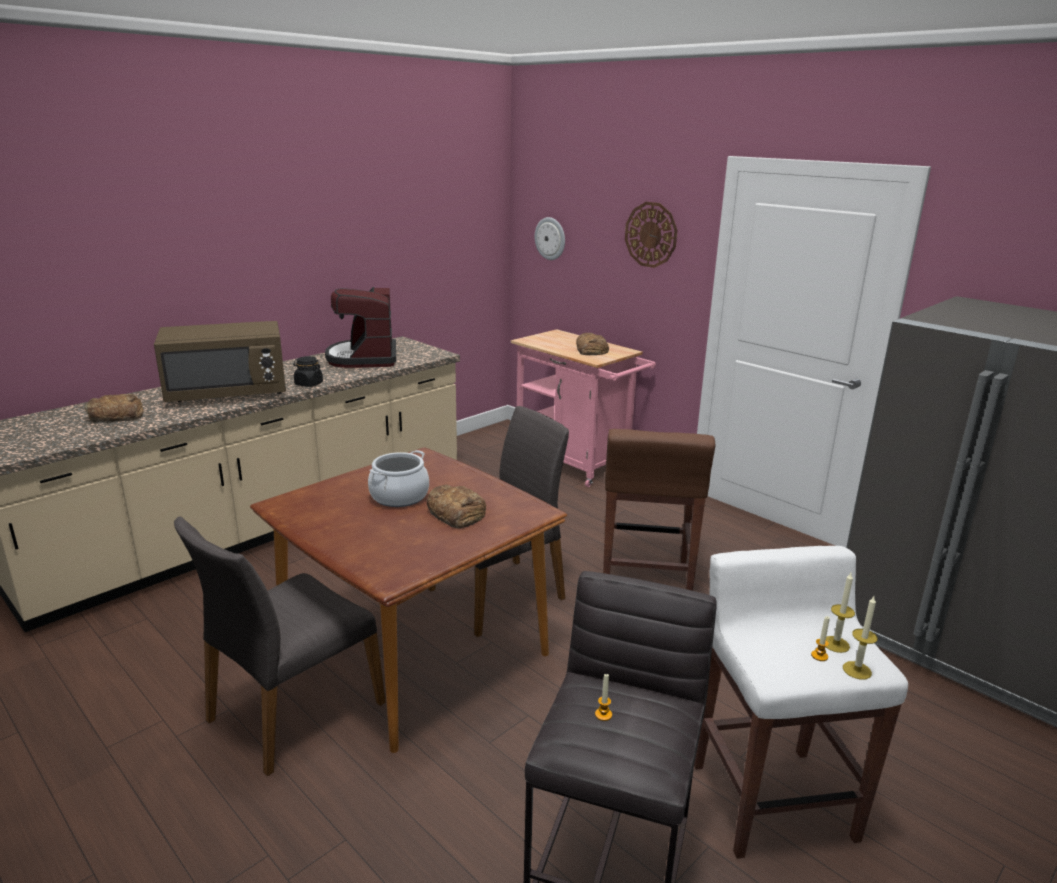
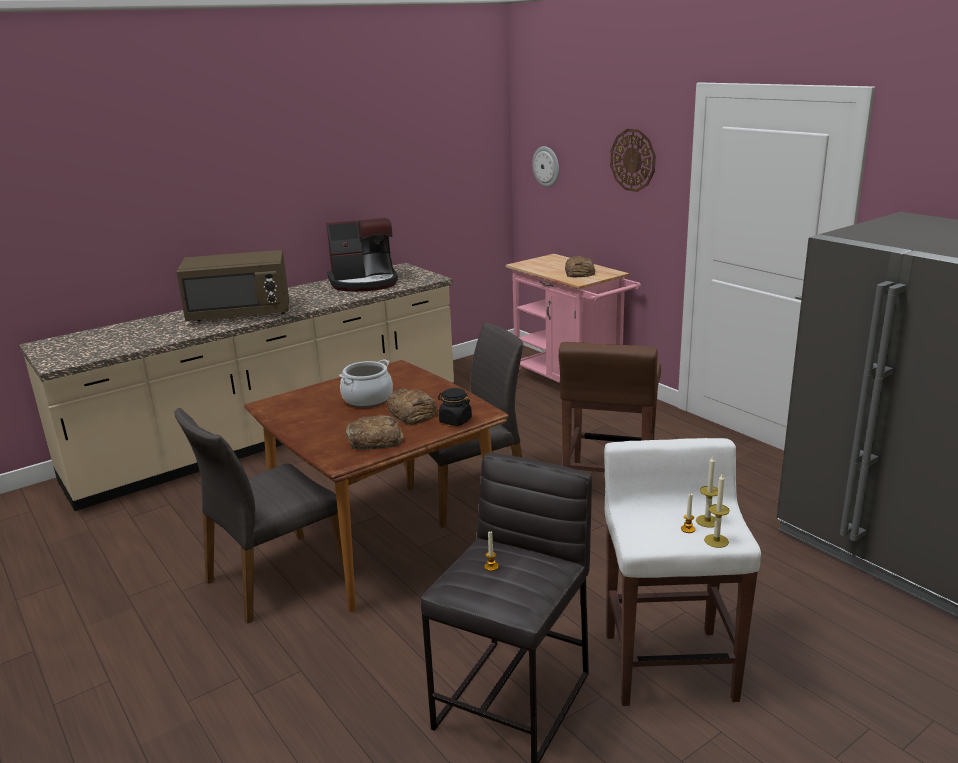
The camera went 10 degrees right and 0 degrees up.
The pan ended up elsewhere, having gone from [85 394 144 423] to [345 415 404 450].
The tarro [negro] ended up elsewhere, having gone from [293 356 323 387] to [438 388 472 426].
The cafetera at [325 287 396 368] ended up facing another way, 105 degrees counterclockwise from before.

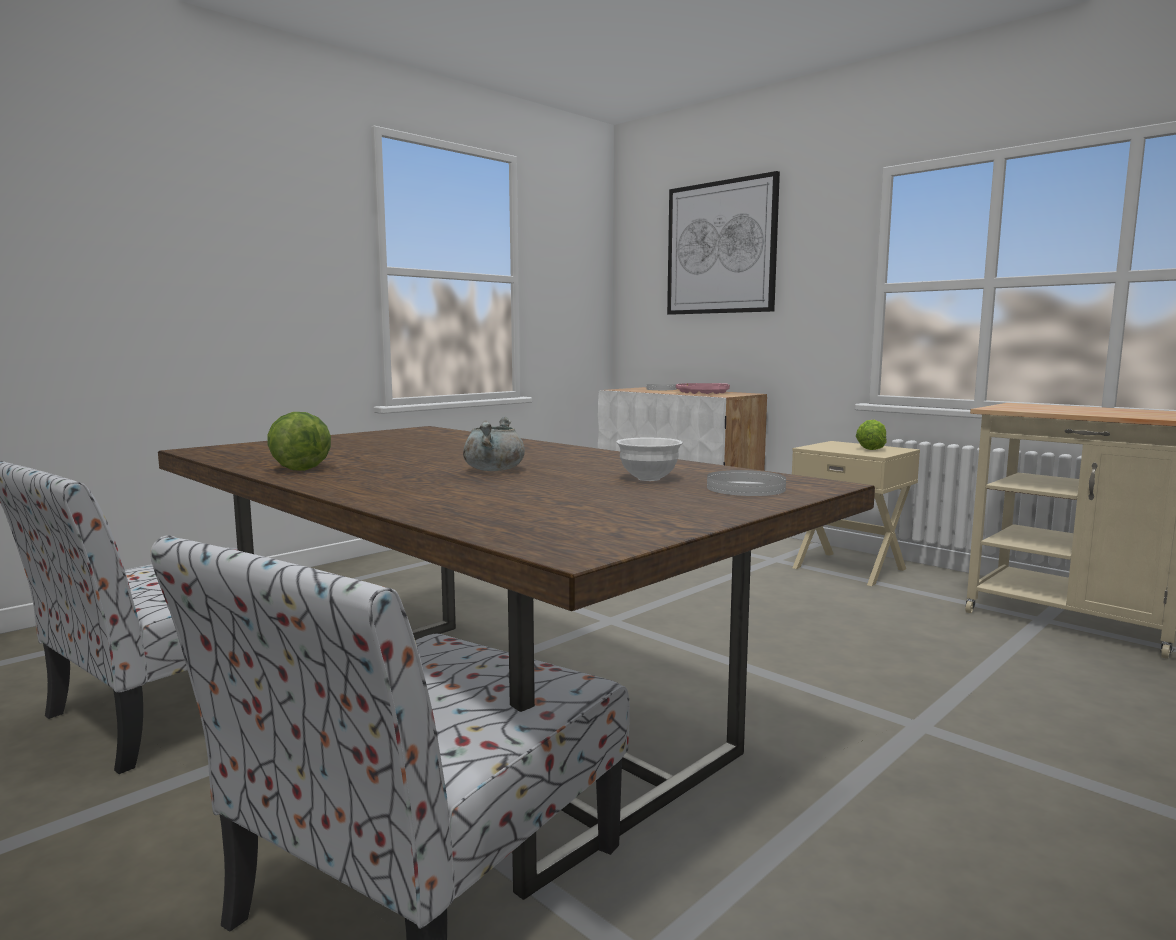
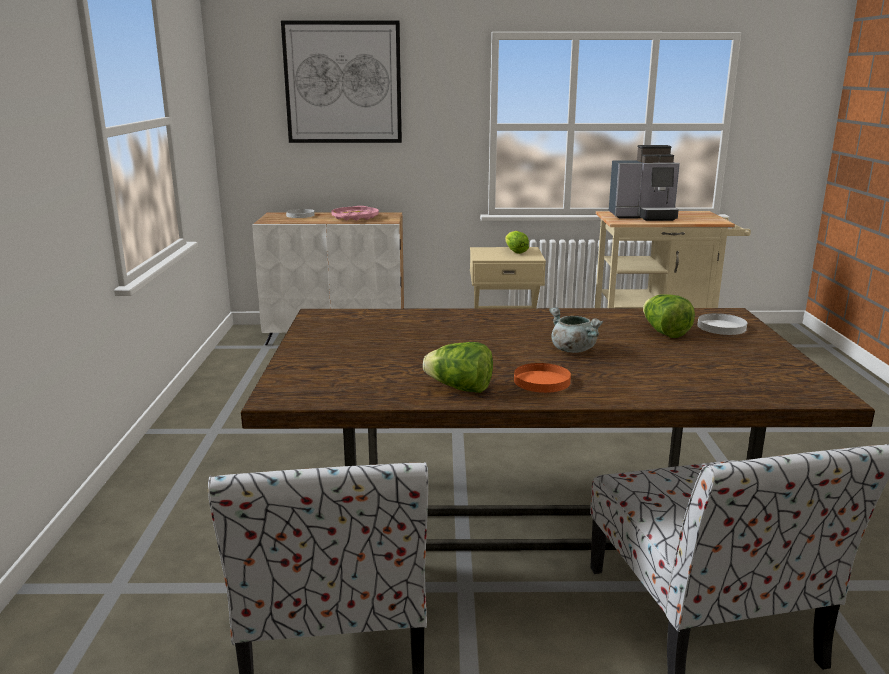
The camera went 45 degrees left and 10 degrees up.
The second view gained the plato [naranja] at [514 363 571 393].
The second view gained the cafetera at [609 145 680 221].
Where the cuenco [blanco] stood at [616 437 683 481], the lechuga came to stand at [643 294 695 338].

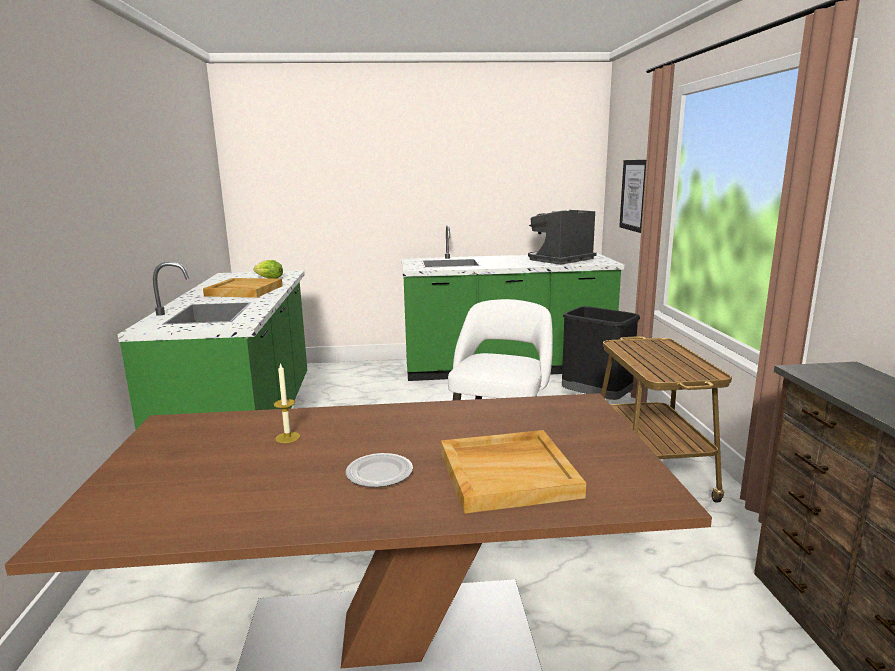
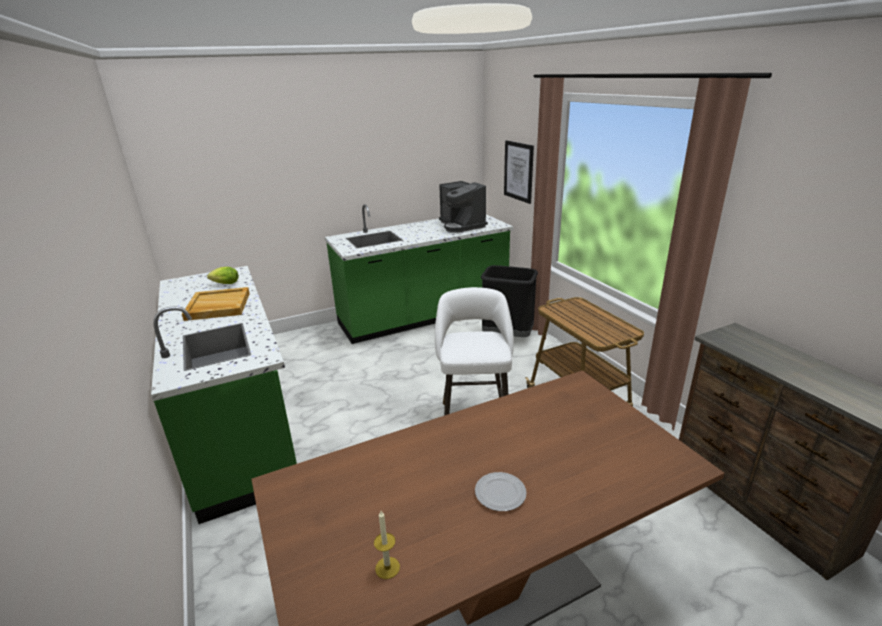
The camera went 20 degrees left and 10 degrees up.
The second view lost the bandeja [beis] at [441 430 586 514].
The vela ended up elsewhere, having gone from [274 363 300 443] to [374 511 400 579].
The cafetera at [528 210 597 265] ended up facing another way, 60 degrees counterclockwise from before.

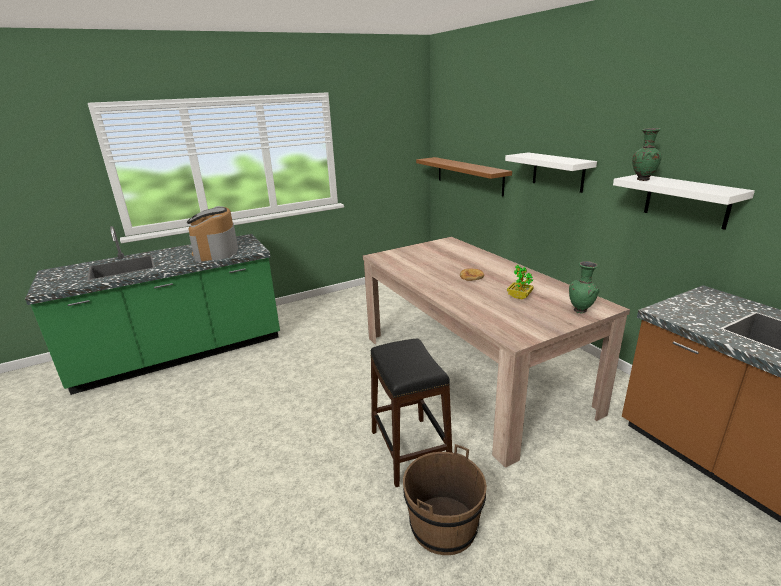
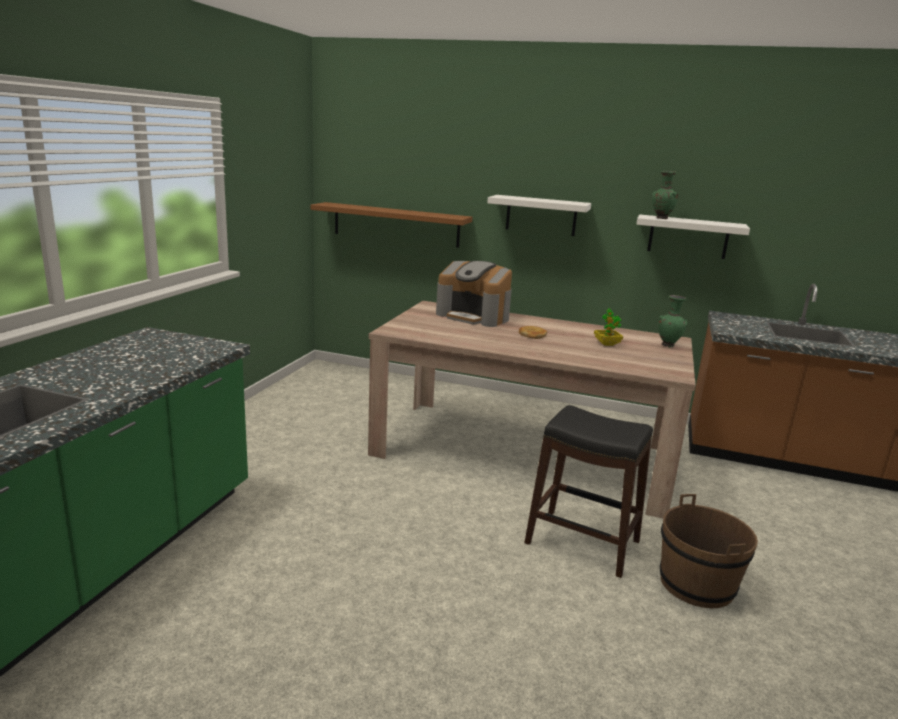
The camera went 45 degrees left and 5 degrees down.
The cafetera ended up elsewhere, having gone from [187 206 238 262] to [436 261 512 327].

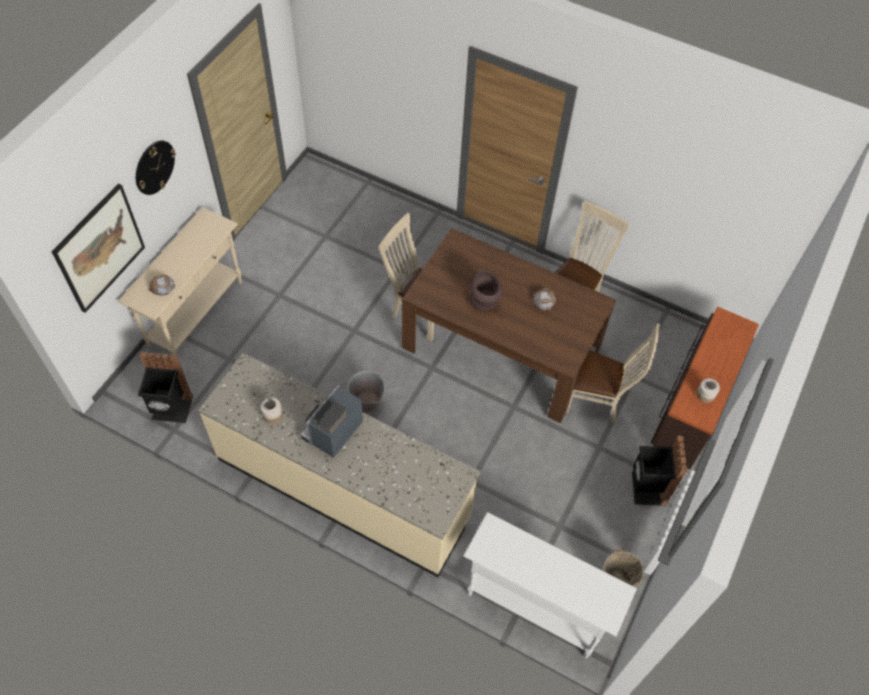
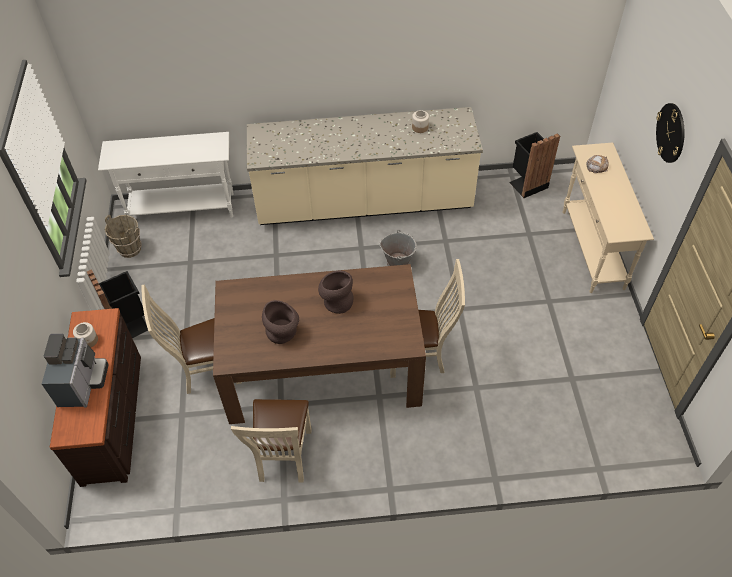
The camera went 150 degrees right and 5 degrees down.
The second view lost the cuadro at [51 184 145 313].
The cafetera ended up elsewhere, having gone from [301 385 363 458] to [42 334 108 407].
Where the pan stood at [533 288 556 311], the florero [marrón] came to stand at [262 300 299 344].

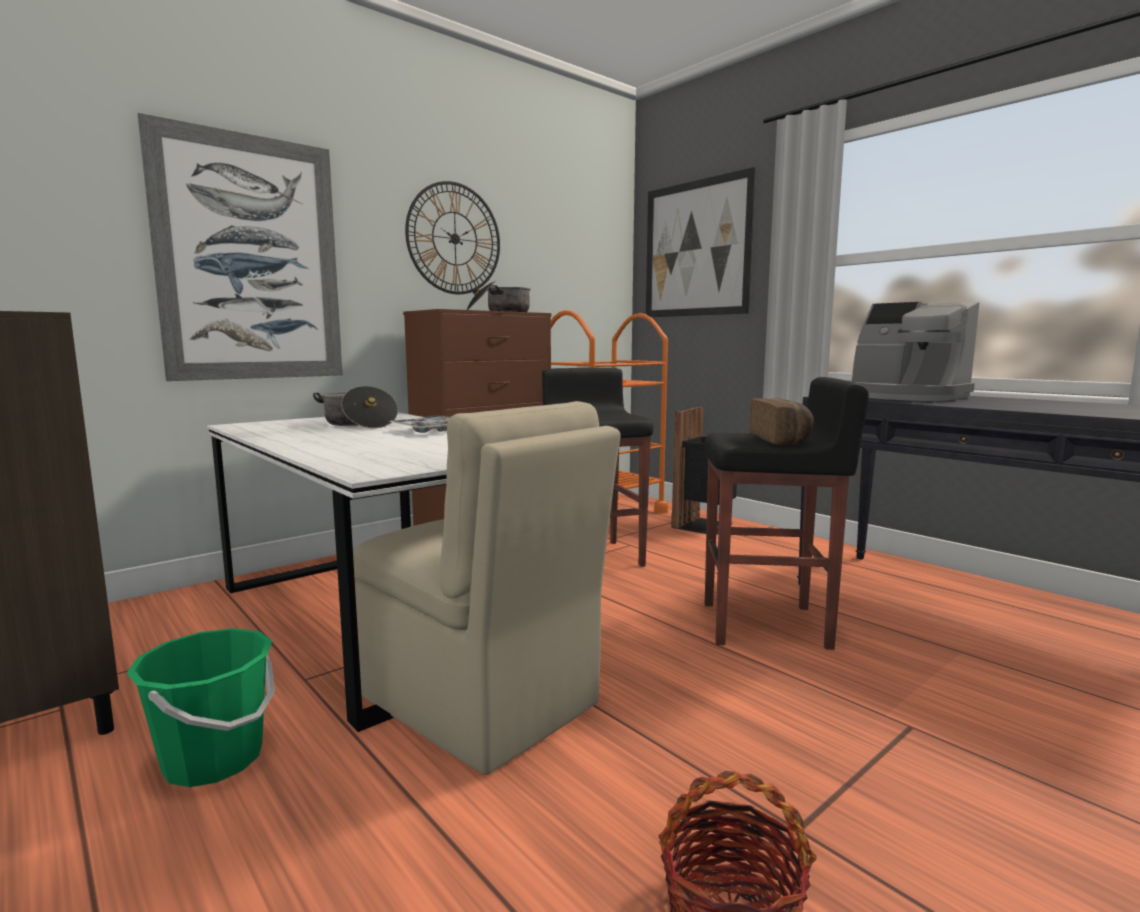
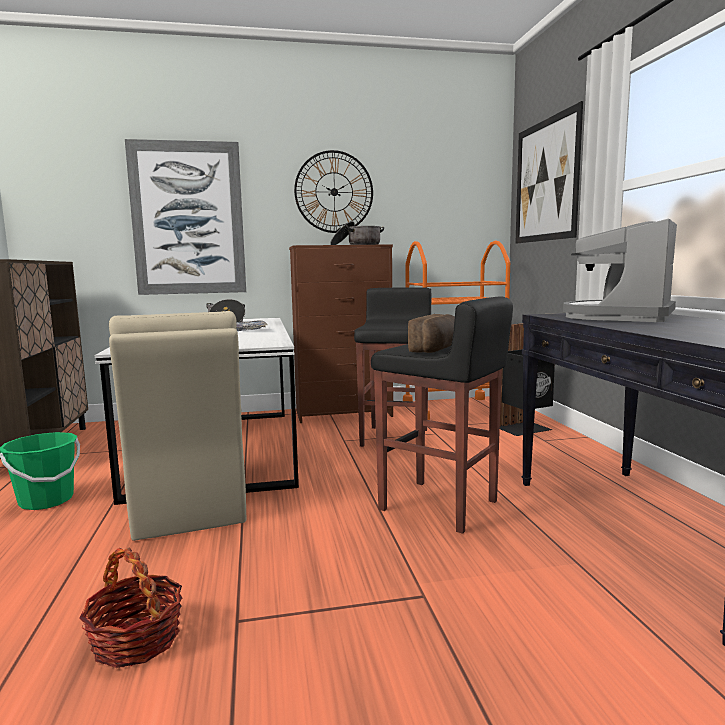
The camera went 30 degrees right and 0 degrees up.
The cafetera at [848 302 979 401] ended up facing another way, 45 degrees clockwise from before.

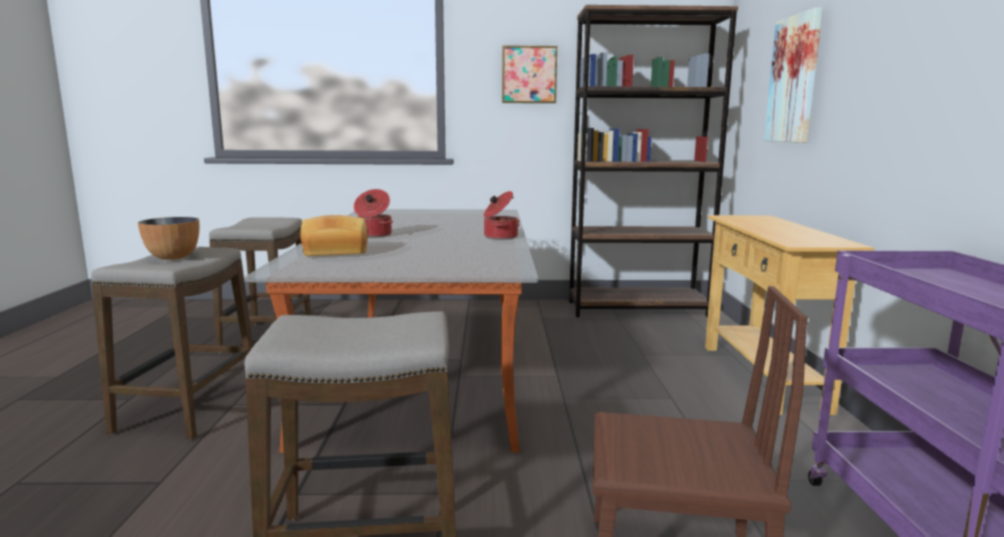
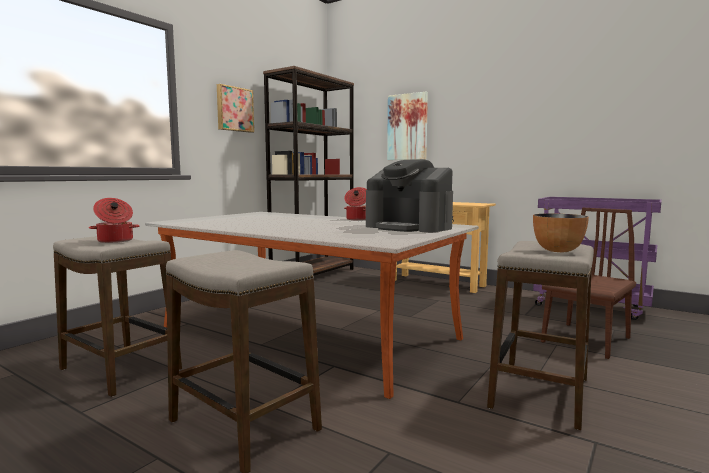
The camera went 55 degrees left and 5 degrees down.
The second view lost the pan at [300 215 368 256].
The second view gained the cafetera at [366 159 453 233].
The cuenco ended up elsewhere, having gone from [138 217 199 260] to [533 214 589 252].
The olla ended up elsewhere, having gone from [354 189 393 238] to [89 198 139 243].

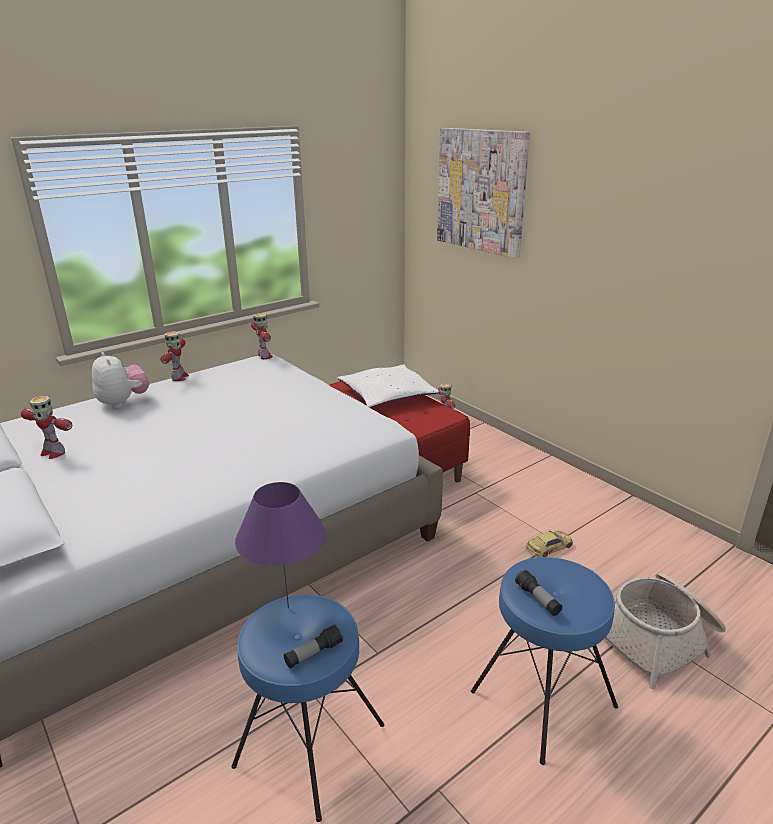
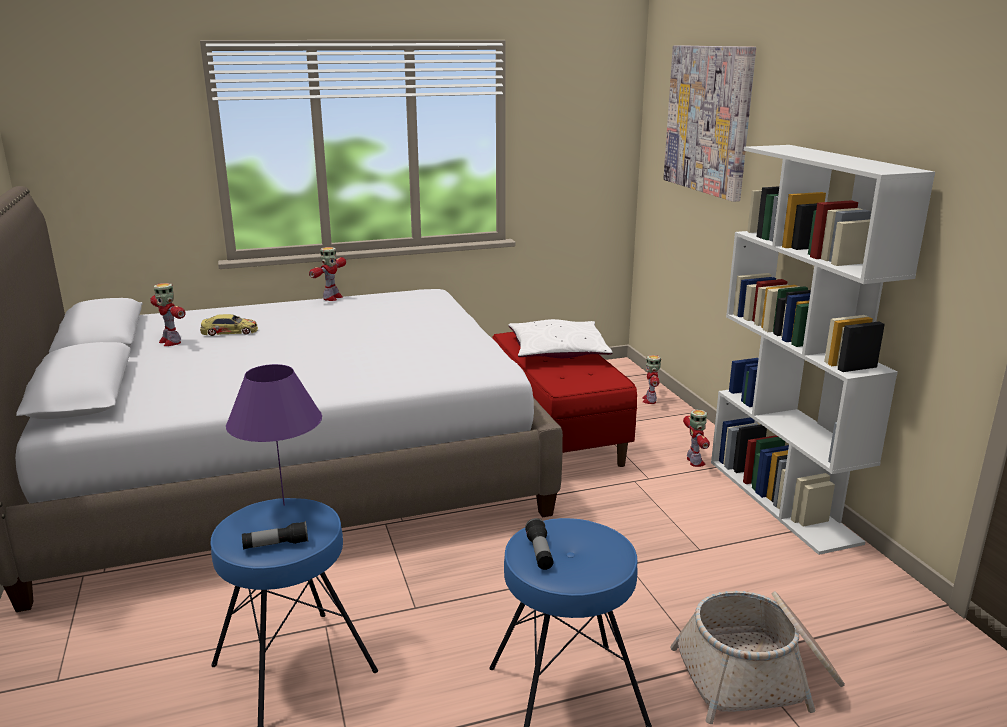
The camera went 20 degrees right and 5 degrees down.
The second view lost the peluche at [92 352 149 408].
The second view gained the estantería [blanco] at [711 145 935 555].
The robot de juguete ended up elsewhere, having gone from [251 313 273 359] to [683 409 710 467].
The coche de juguete ended up elsewhere, having gone from [526 531 573 557] to [200 314 258 336].

